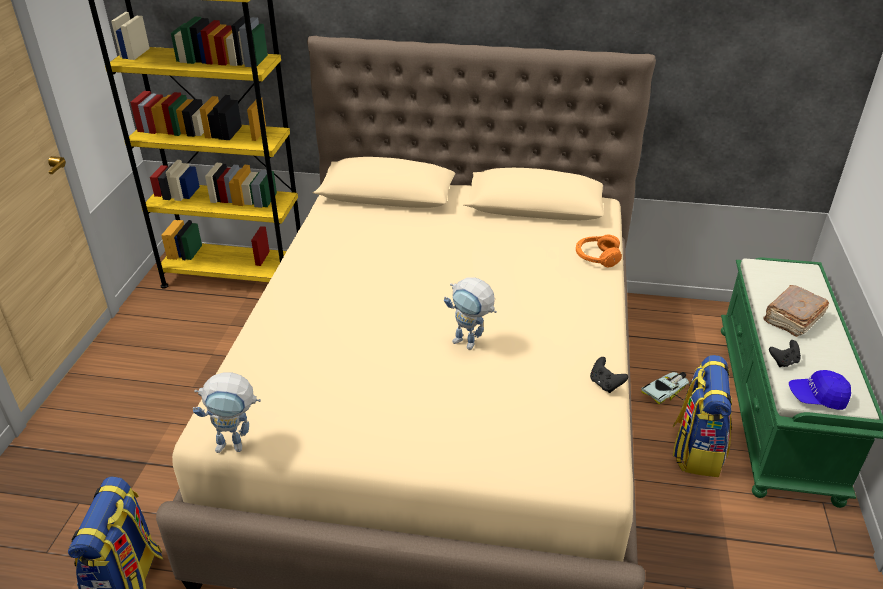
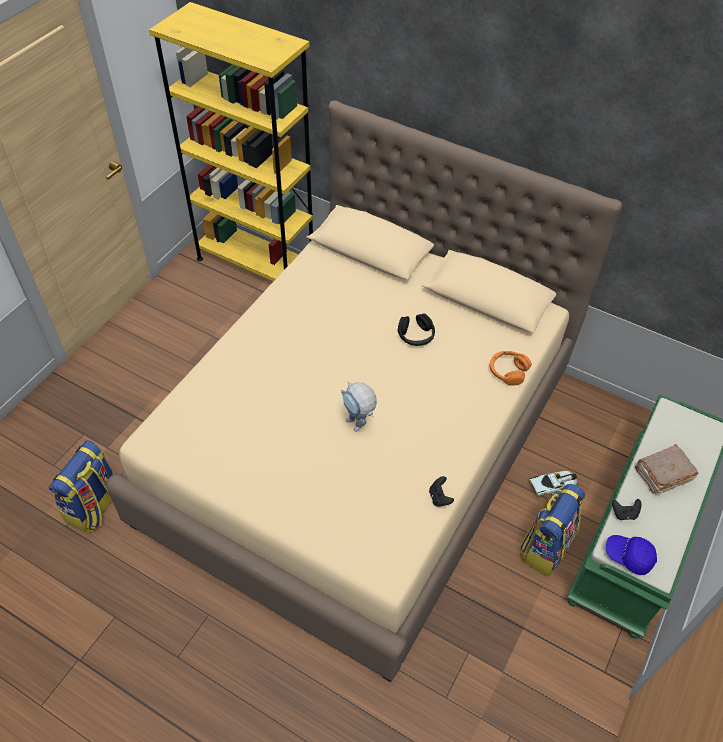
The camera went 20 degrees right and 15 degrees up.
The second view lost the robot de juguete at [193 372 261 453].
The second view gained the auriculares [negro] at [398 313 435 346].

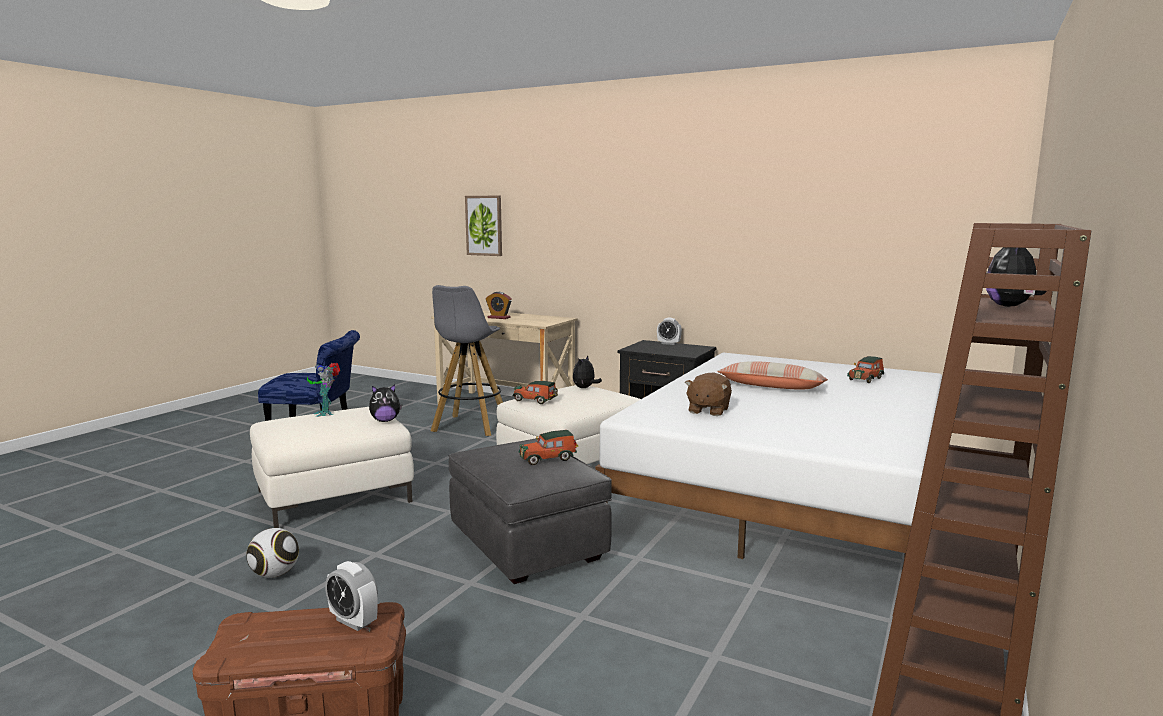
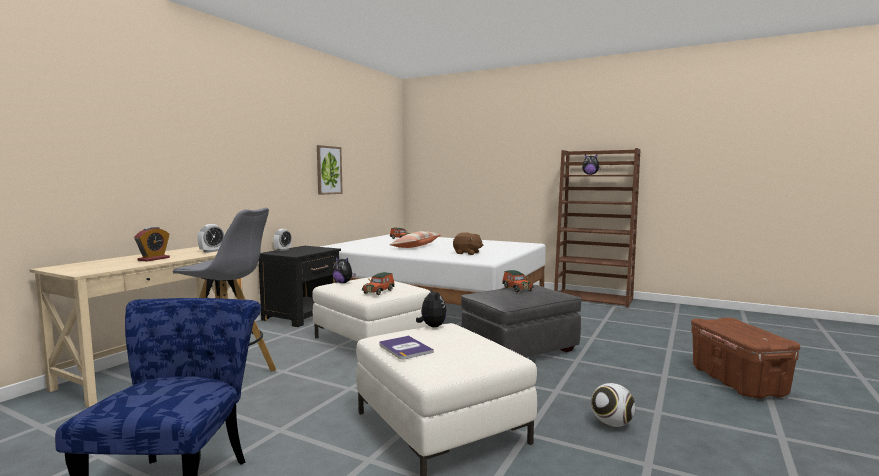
The camera went 90 degrees left and 5 degrees down.
The despertador ended up elsewhere, having gone from [325 561 378 631] to [197 224 225 253].
The cuadro ended up elsewhere, having gone from [465 196 502 256] to [317 145 343 195].
Where the robot de juguete stood at [307 363 340 417], the libro came to stand at [379 336 434 359].

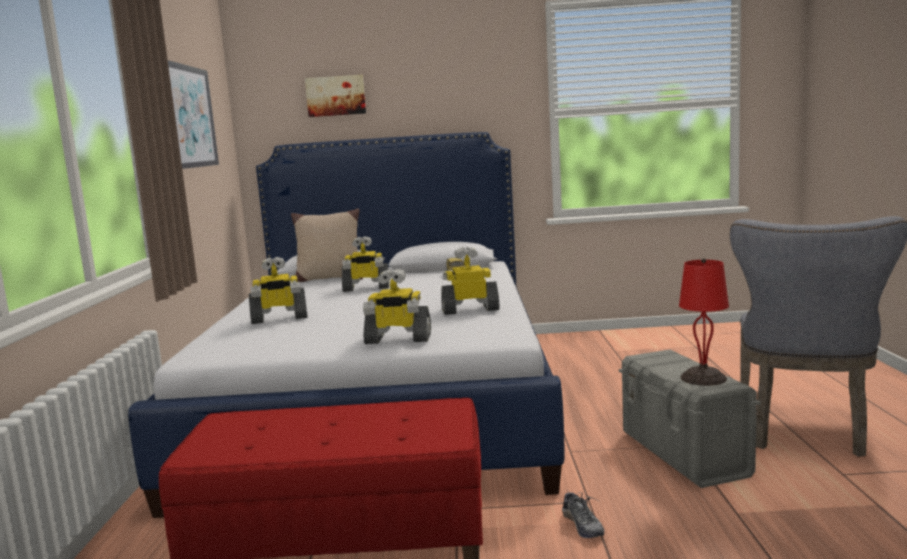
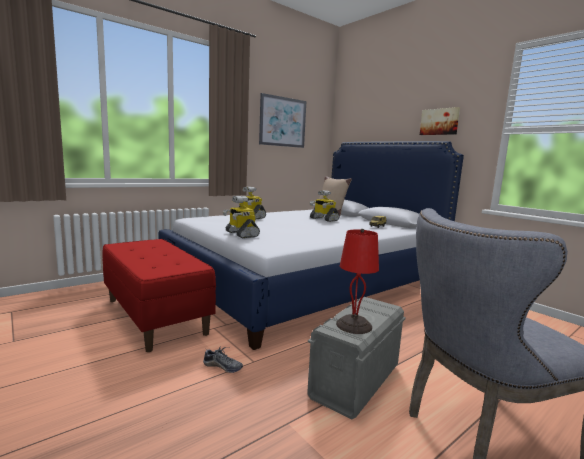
The camera went 50 degrees right and 0 degrees up.
The second view lost the robot de juguete at [441 247 500 315].
The cuadro ended up elsewhere, having gone from [305 75 366 117] to [420 107 460 135].
The zapato at [562 491 604 538] ended up facing another way, 105 degrees counterclockwise from before.

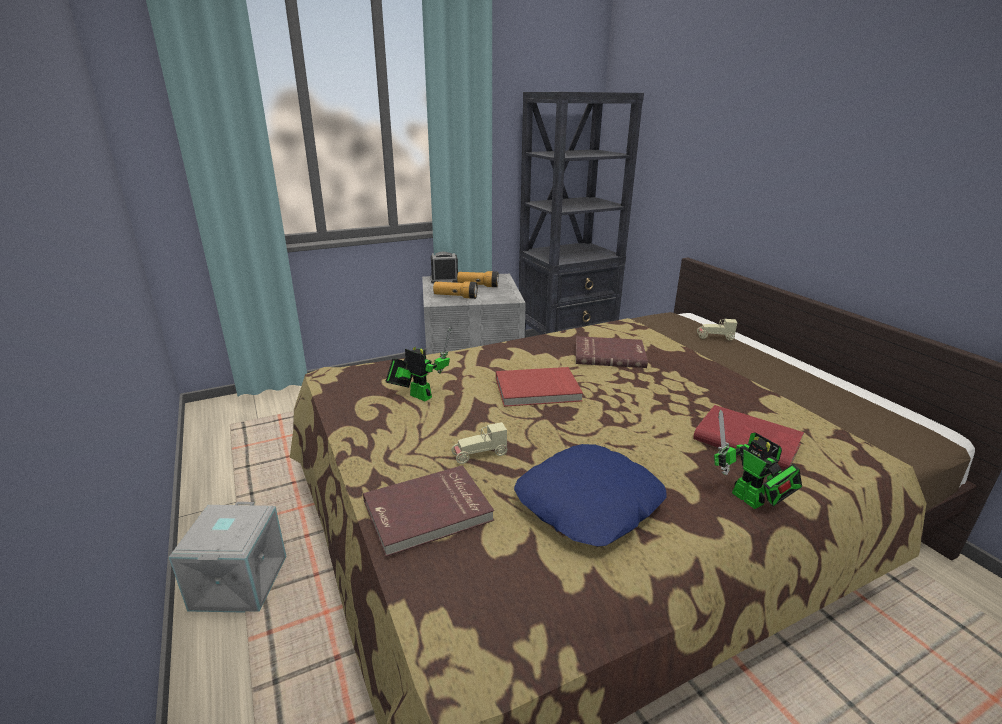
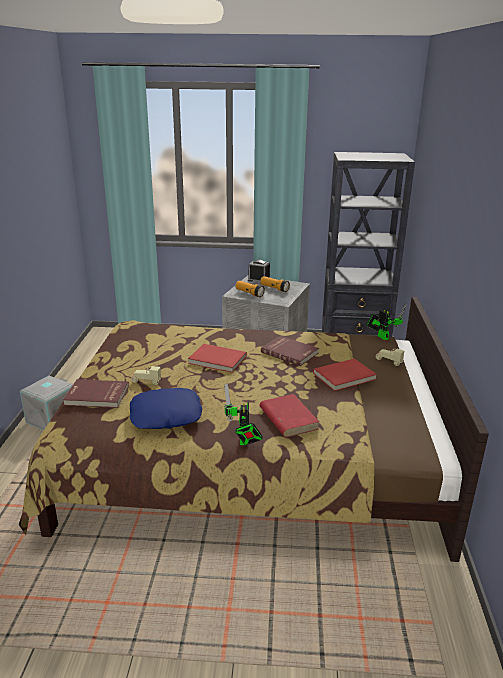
The camera went 30 degrees right and 0 degrees up.
The second view gained the libro [rojo] at [313 359 377 391].
The robot de juguete ended up elsewhere, having gone from [385 326 451 401] to [366 303 407 340].

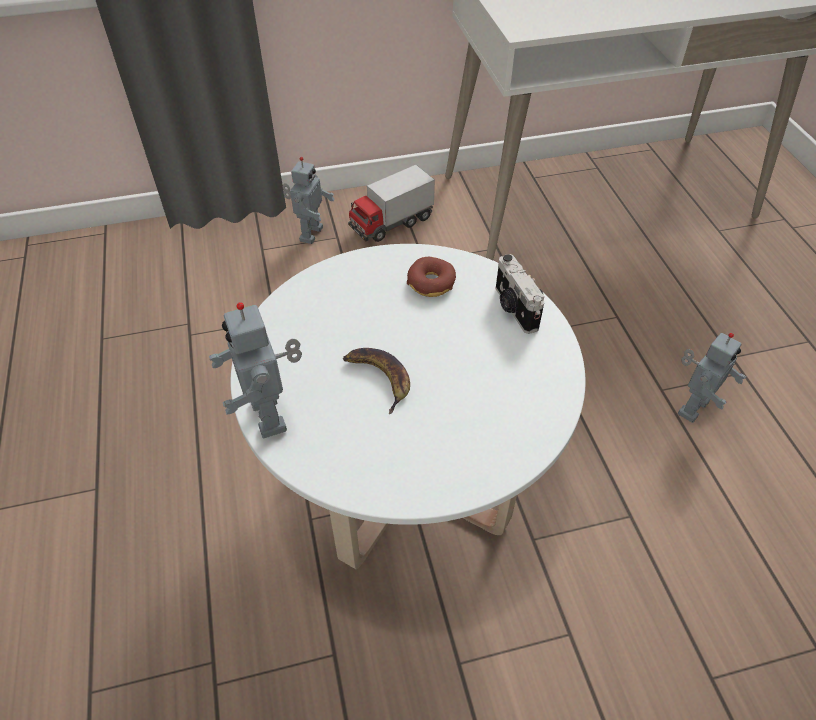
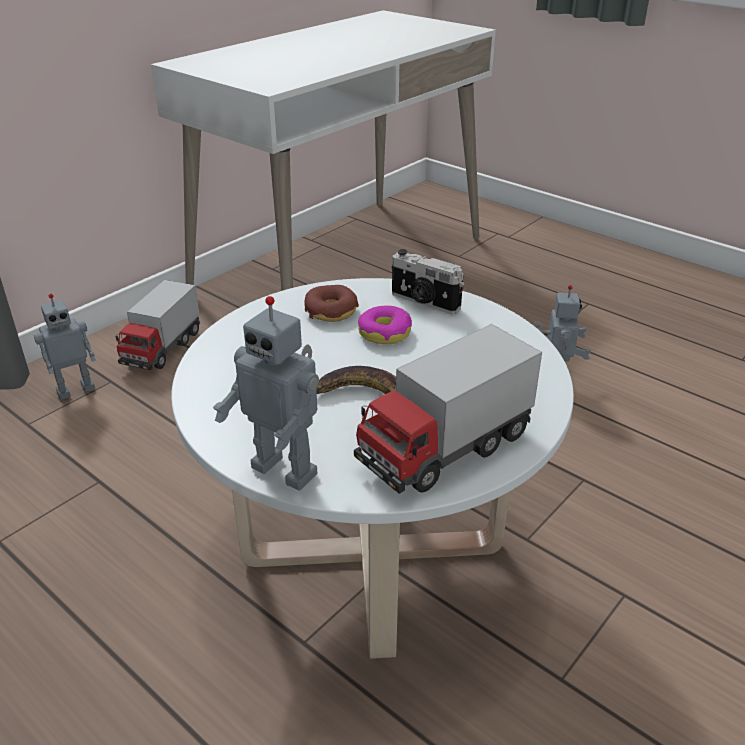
The camera went 35 degrees left and 15 degrees down.
The second view gained the camión de juguete at [354 324 542 494].
The second view gained the rosquilla at [358 305 412 344].
The robot de juguete at [282 157 335 244] ended up facing another way, 75 degrees clockwise from before.

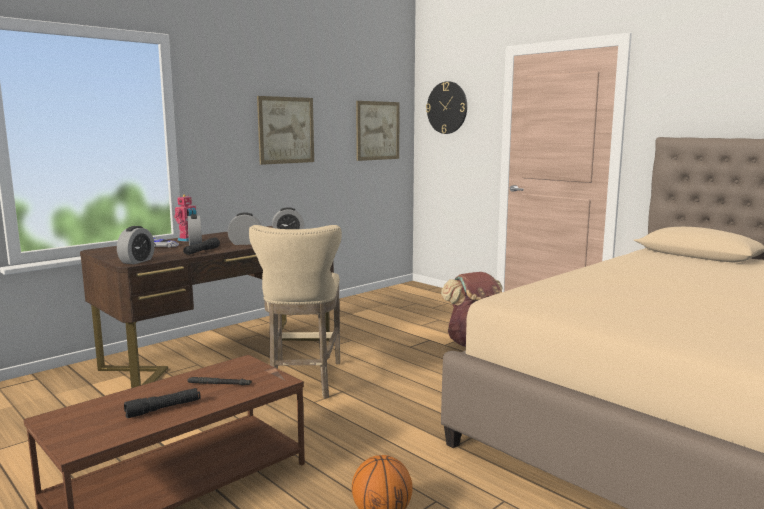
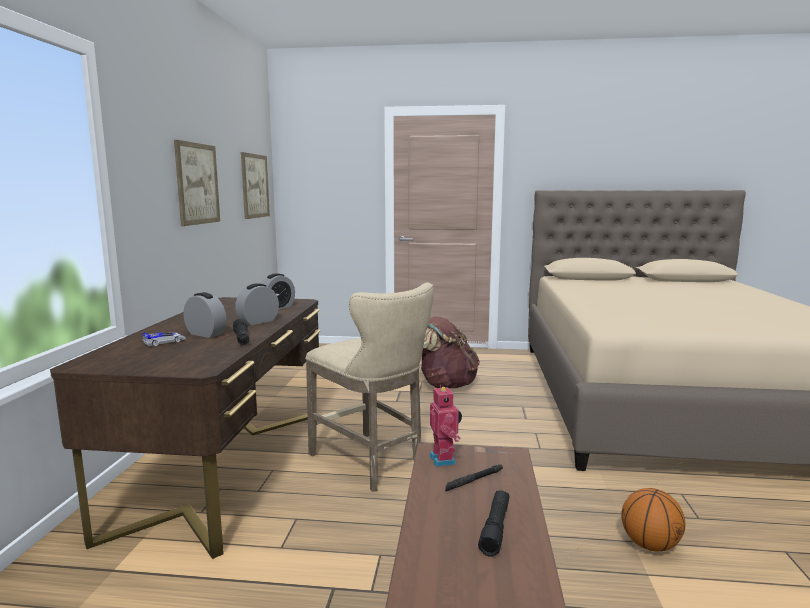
The camera went 40 degrees left and 0 degrees up.
The second view lost the despertador at [117 226 155 264].
The second view lost the reloj de pared at [426 81 467 134].
The robot de juguete ended up elsewhere, having gone from [174 195 197 242] to [429 385 462 467].

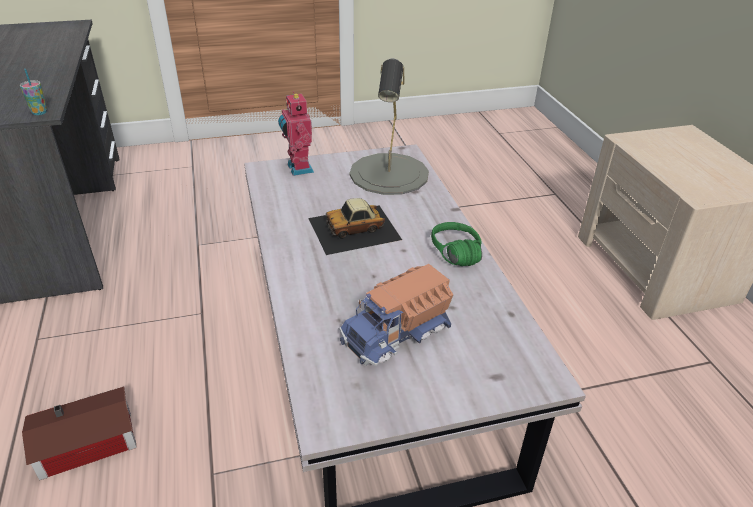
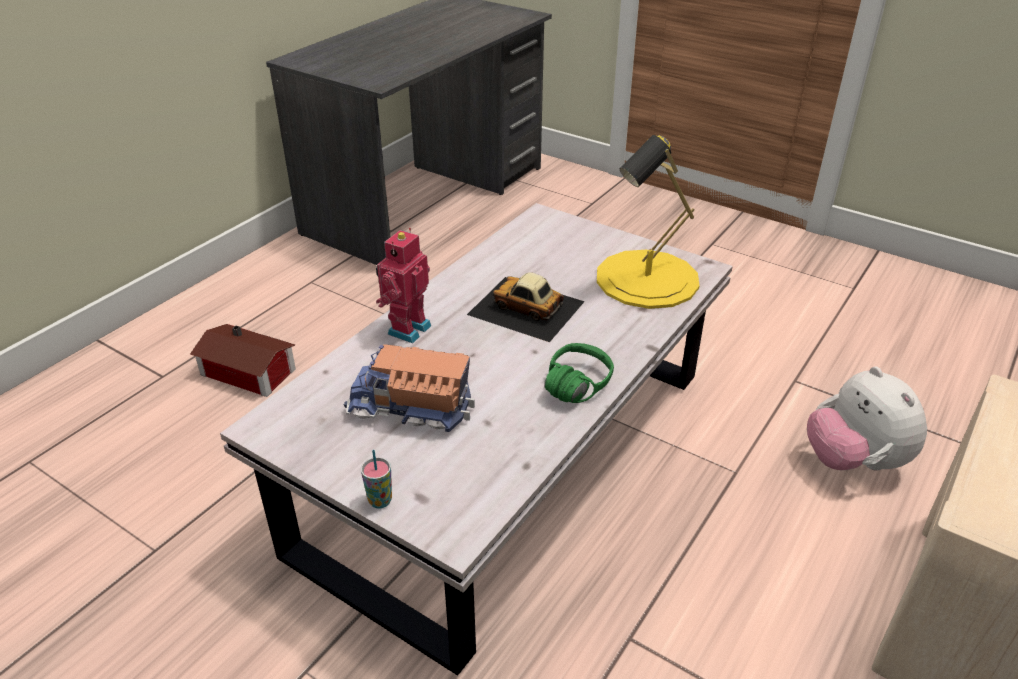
The camera went 50 degrees right and 0 degrees up.
The second view gained the peluche at [807 366 927 471].
The taza ended up elsewhere, having gone from [20 69 47 115] to [361 450 392 509].
The robot de juguete ended up elsewhere, having gone from [278 91 314 176] to [376 228 431 343].
What was the lámpara de mesa [gris] at [349 59 429 195] turned into the lámpara de mesa [amarillo] at [597 135 700 309].

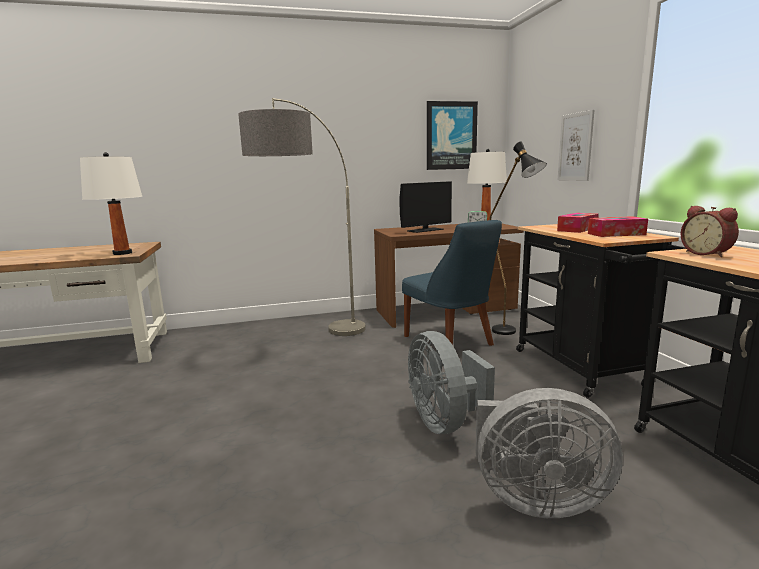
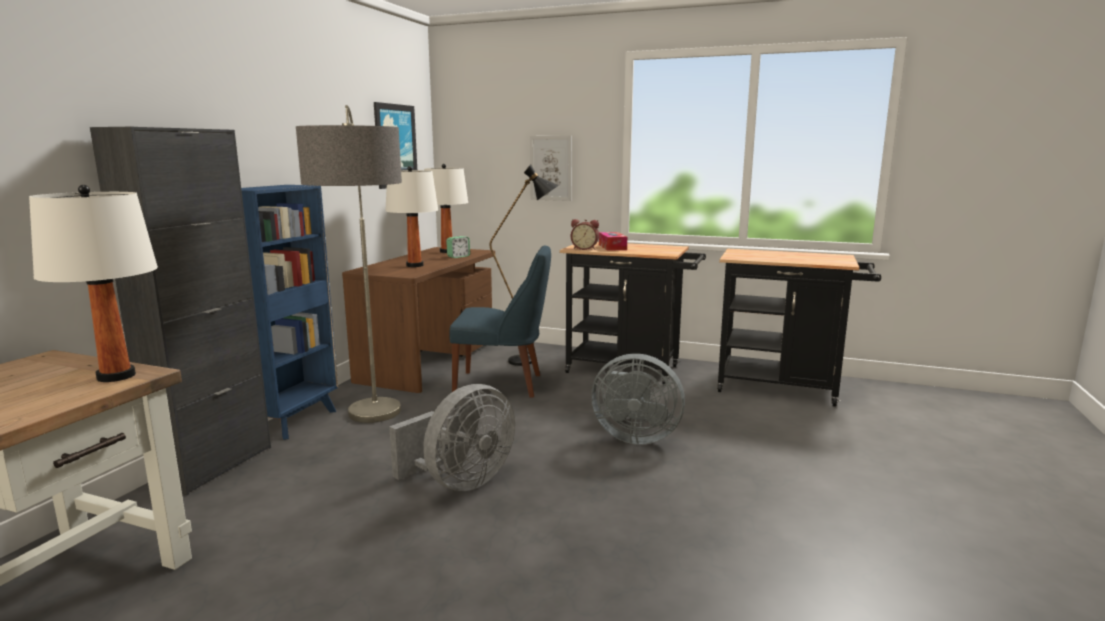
The camera went 55 degrees left and 0 degrees up.
The second view lost the caja de pañuelos at [588 216 648 237].
The second view gained the armario [negro] at [90 127 271 495].
The second view gained the estantería [azul] at [241 185 338 440].
The ventilador [gris] ended up elsewhere, having gone from [475 388 623 518] to [389 384 515 491].
The despertador ended up elsewhere, having gone from [681 206 739 257] to [571 219 599 250].
Where the monitor stood at [399 181 452 233], the lámpara de mesa [blanco] came to stand at [385 166 438 267].

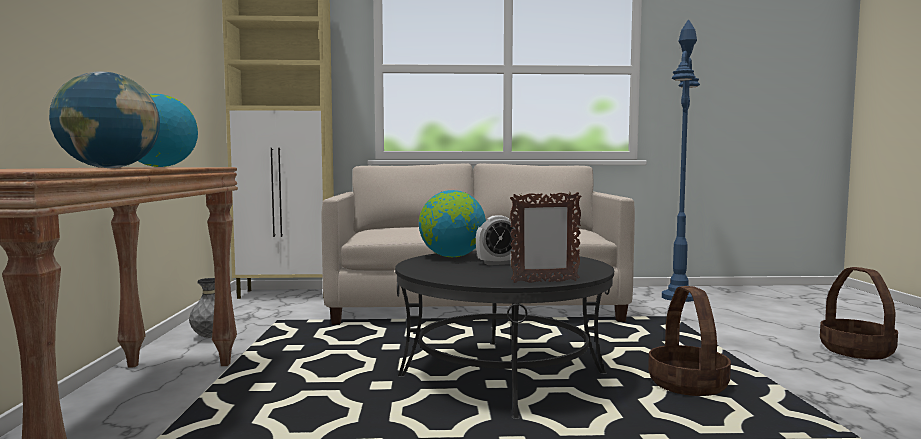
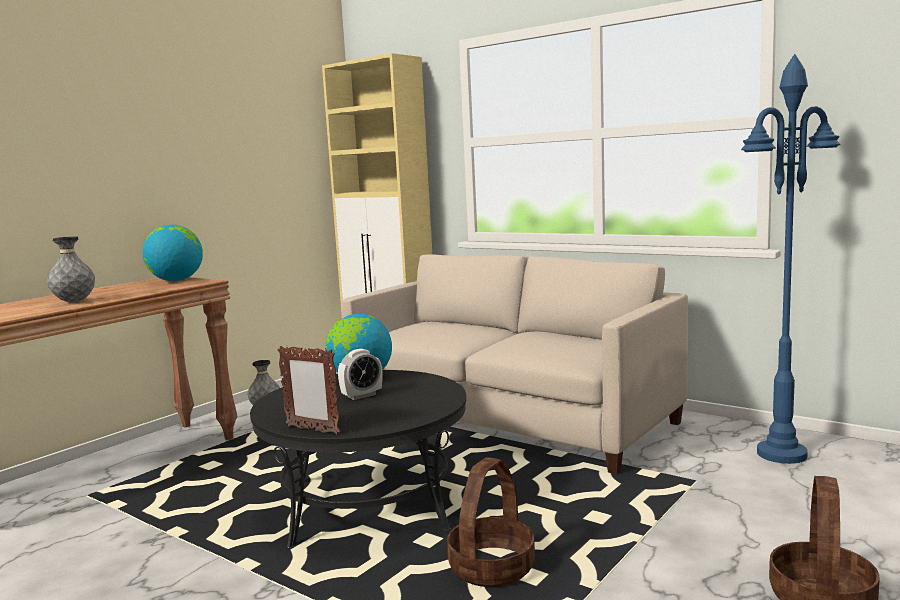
The camera went 40 degrees right and 5 degrees up.
Where the globo terráqueo stood at [49 71 160 168], the florero [gris] came to stand at [47 236 95 303].
The despertador at [476 215 519 265] ended up facing another way, 60 degrees counterclockwise from before.

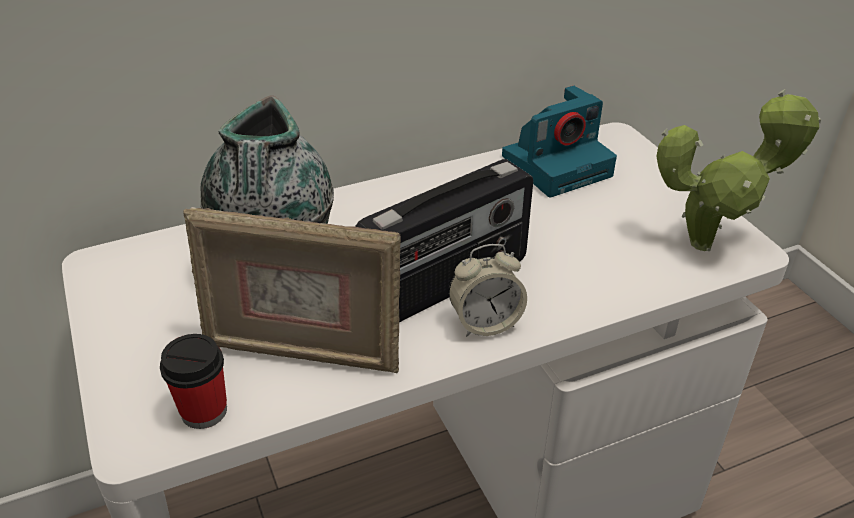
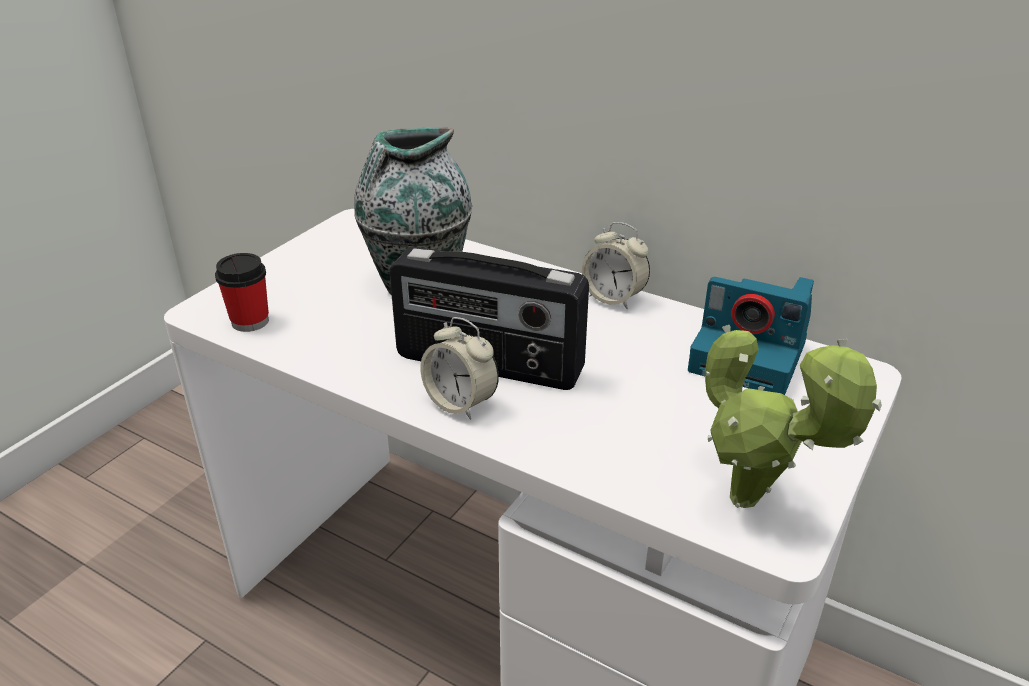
The camera went 55 degrees right and 5 degrees down.
The second view lost the portarretratos at [183 207 401 373].
The second view gained the despertador at [582 222 650 309].

